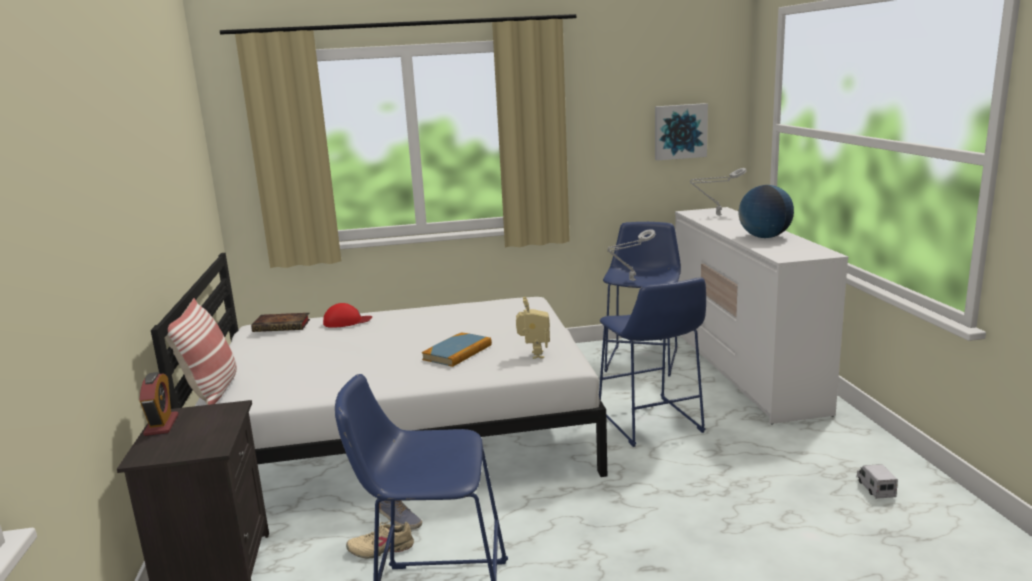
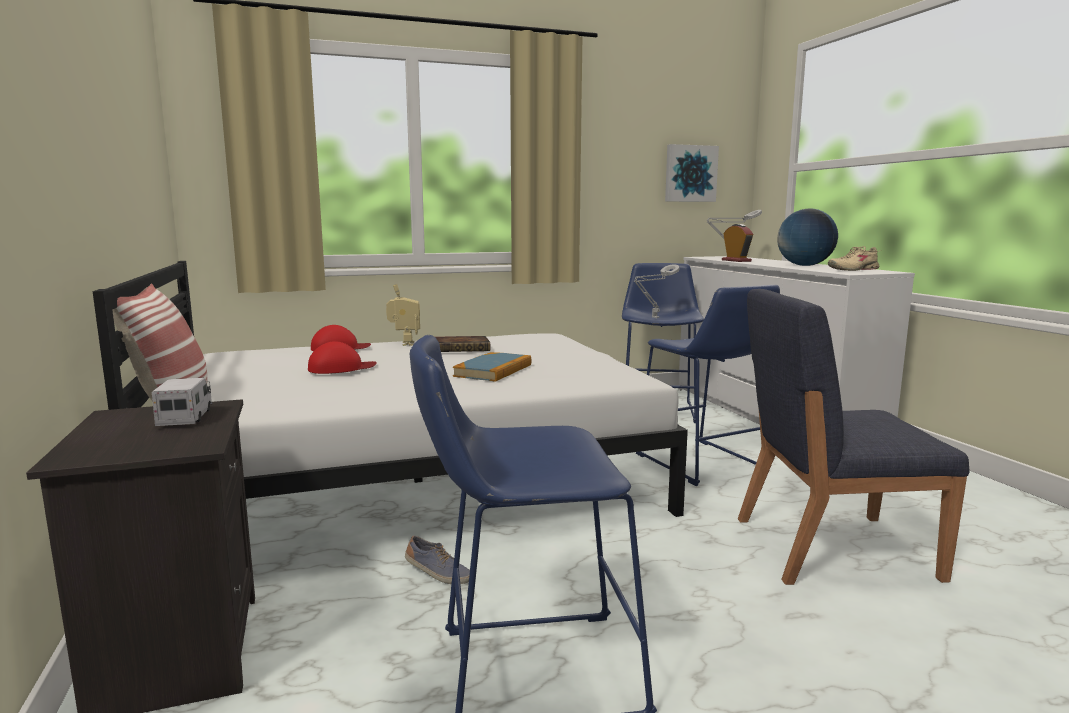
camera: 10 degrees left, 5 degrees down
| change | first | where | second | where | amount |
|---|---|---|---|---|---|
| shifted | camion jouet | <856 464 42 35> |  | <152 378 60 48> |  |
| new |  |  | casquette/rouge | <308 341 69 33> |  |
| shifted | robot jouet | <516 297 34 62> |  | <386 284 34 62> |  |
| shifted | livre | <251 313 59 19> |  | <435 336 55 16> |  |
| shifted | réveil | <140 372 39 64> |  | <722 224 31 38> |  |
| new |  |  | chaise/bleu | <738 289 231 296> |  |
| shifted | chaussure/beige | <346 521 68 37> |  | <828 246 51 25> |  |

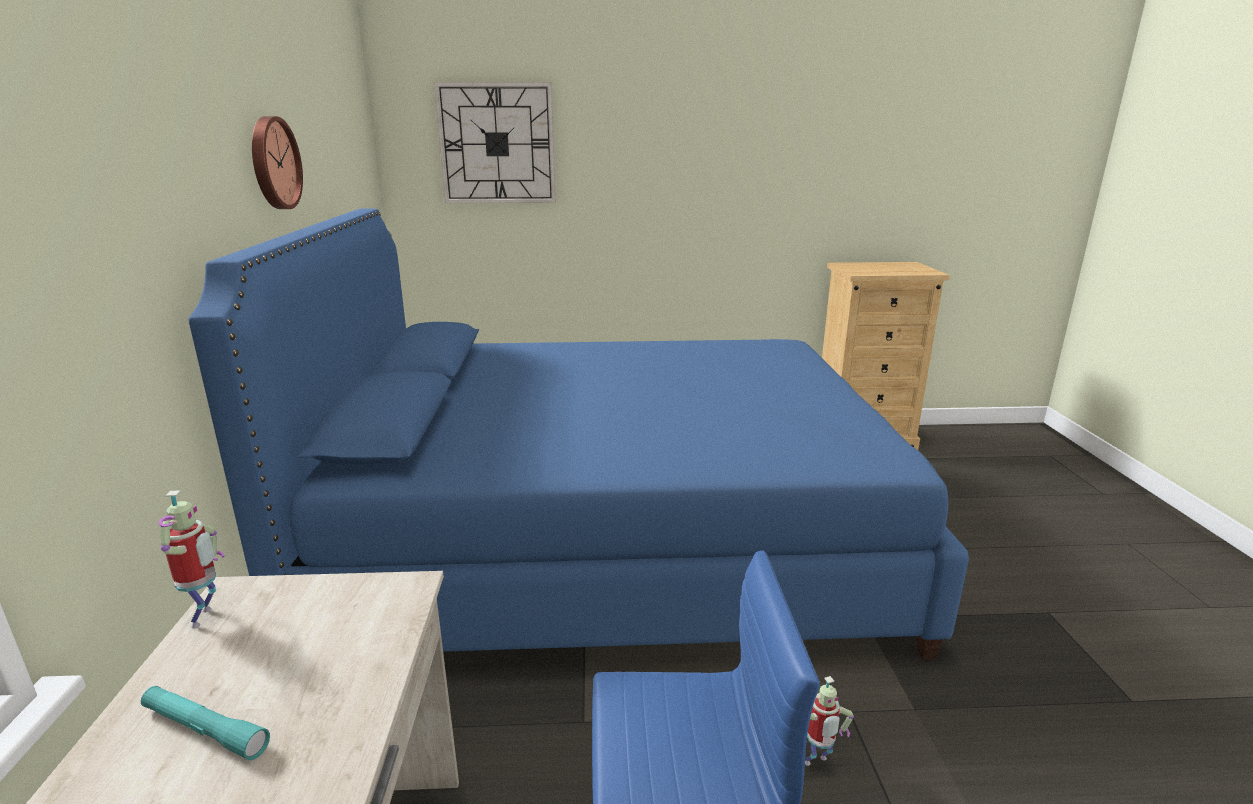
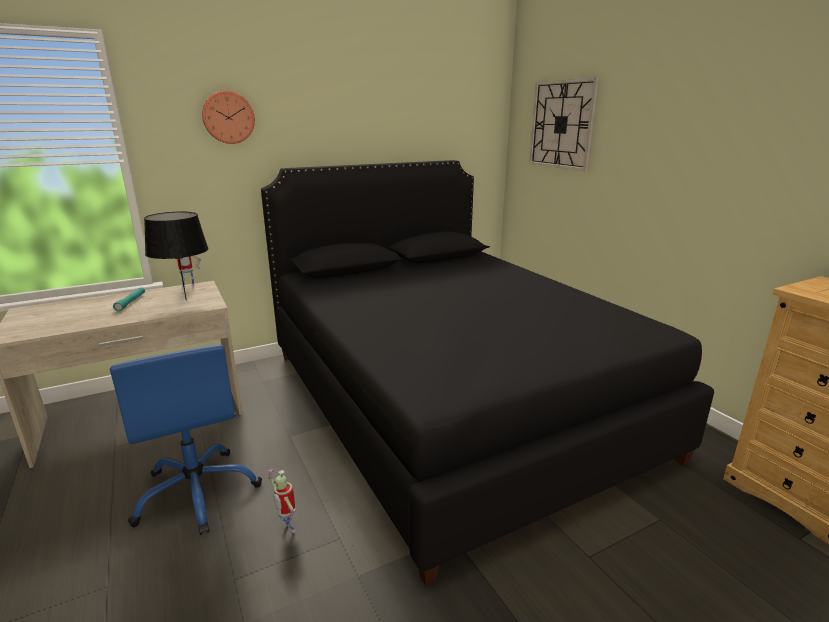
camera: 65 degrees right, 0 degrees up
| change | first | where | second | where | amount |
|---|---|---|---|---|---|
| new |  |  | lampe de table/noir | <144 212 65 89> |  |
| shifted | horloge murale | <252 116 51 93> |  | <202 91 53 53> |  |
| repainted | lit/bleu | <189 208 780 452> | lit/noir | <261 160 453 426> |  |

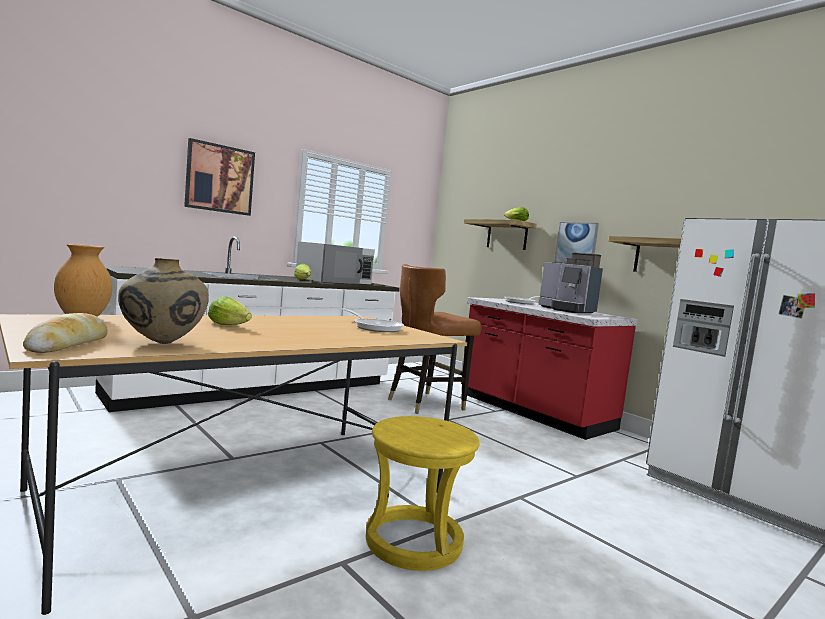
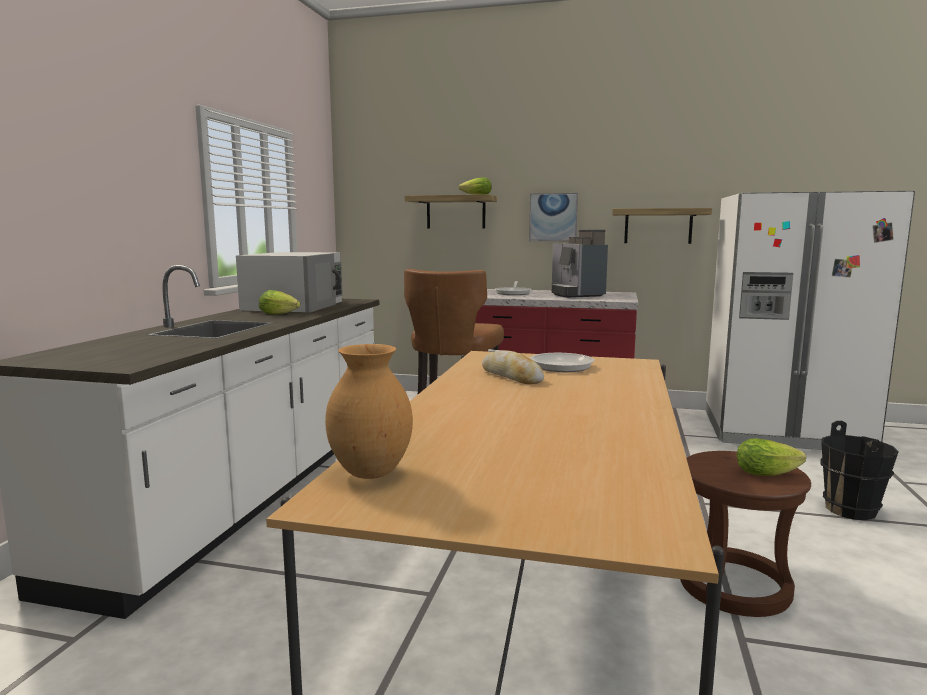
camera: 35 degrees left, 5 degrees up
| change | first | where | second | where | amount |
|---|---|---|---|---|---|
| shifted | pain | <23 313 85 40> |  | <482 350 62 34> |  |
| rotated | machine à café | <539 252 64 61> |  | <552 230 56 68> | 60 degrees clockwise |
| repainted | tabouret/jaune | <366 416 114 155> | tabouret/marron | <680 451 131 166> |  |
| shifted | laitue | <208 296 44 29> |  | <737 438 69 38> |  |
| new |  |  | seau/noir | <820 421 79 99> |  |
| gone | vase/beige | <118 258 91 86> |  |  |  |
| gone | tableau | <184 138 71 78> |  |  |  |

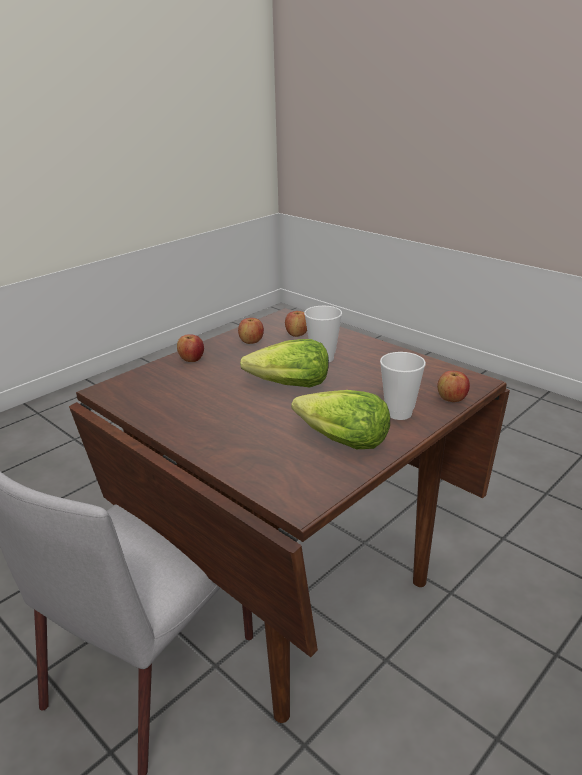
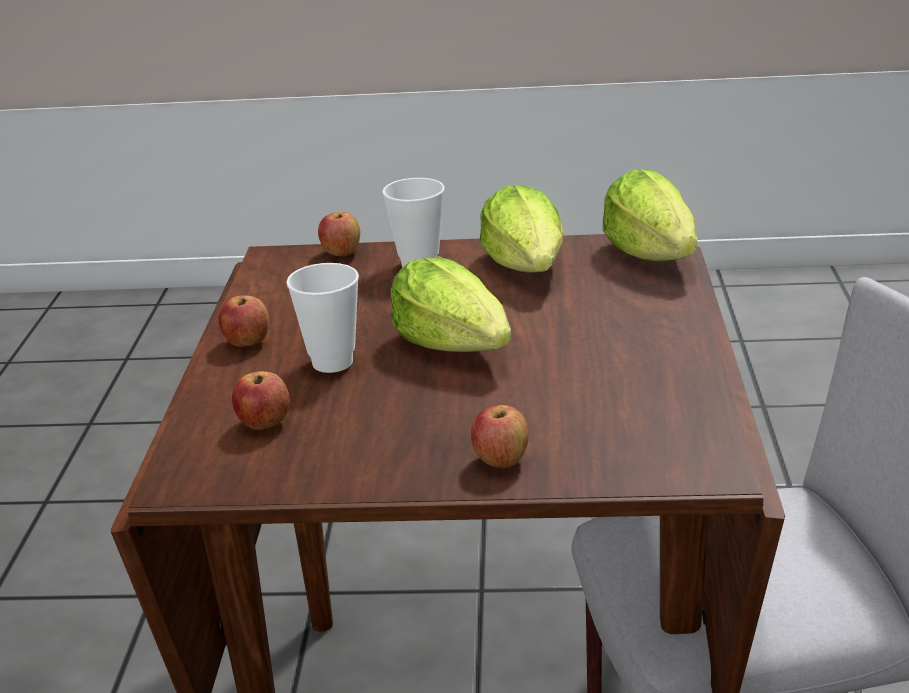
camera: 130 degrees left, 0 degrees up
| change | first | where | second | where | amount |
|---|---|---|---|---|---|
| shifted | pomme | <238 318 26 26> |  | <219 295 50 52> |  |
| new |  |  | laitue | <603 169 94 92> |  |

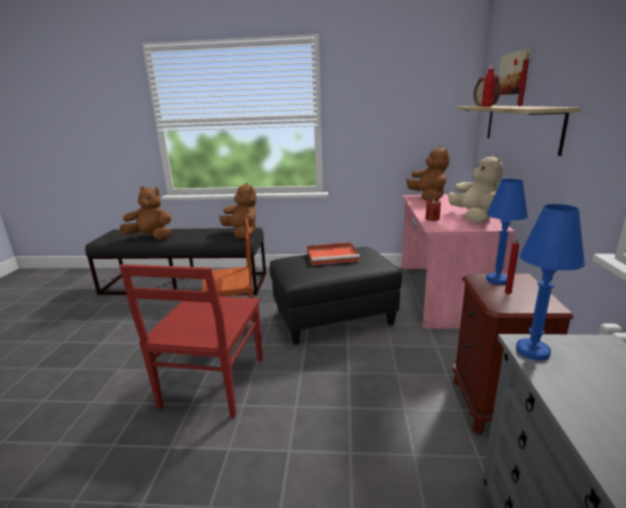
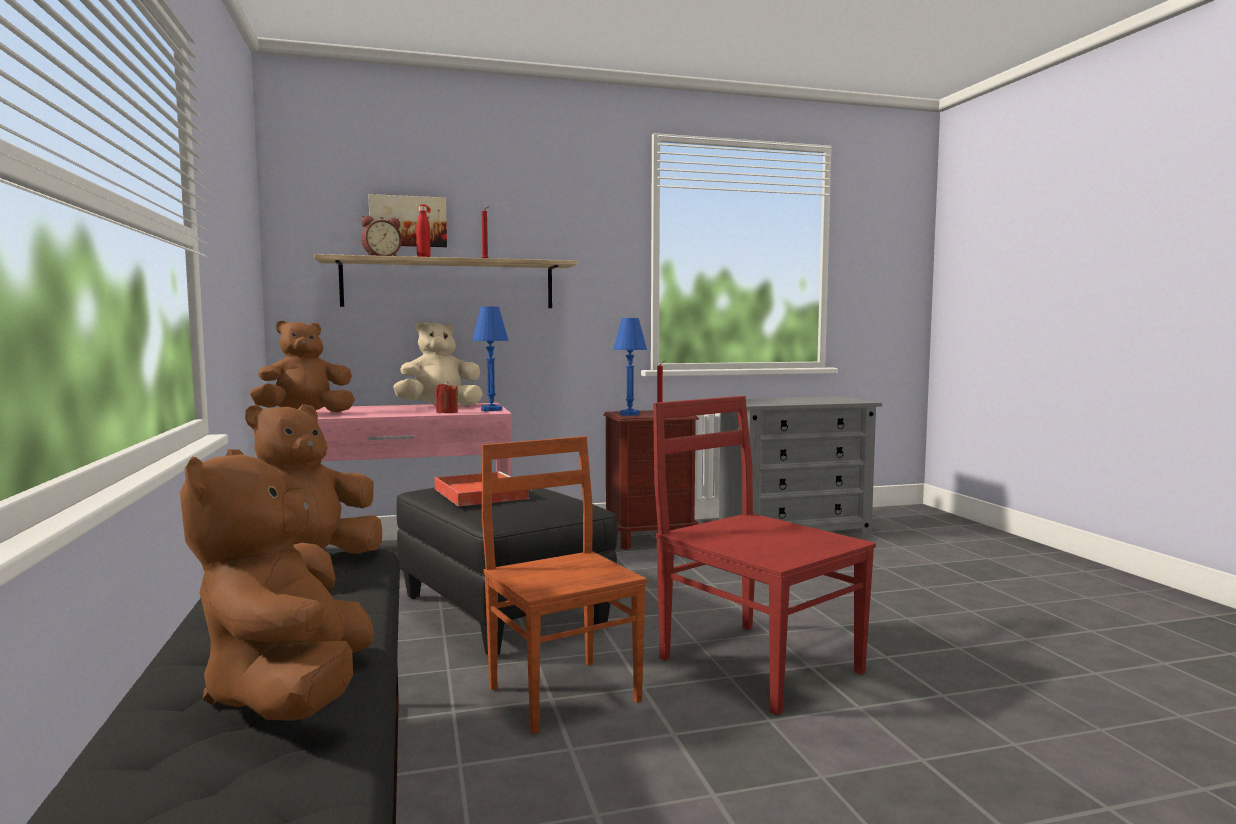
camera: 110 degrees left, 15 degrees down
| change | first | where | second | where | amount |
|---|---|---|---|---|---|
| shifted | lampe de table/bleu | <516 204 69 157> |  | <472 307 37 104> |  |
| rotated | chaise/rouge | <119 264 144 154> |  | <653 396 223 319> | 120 degrees counterclockwise |

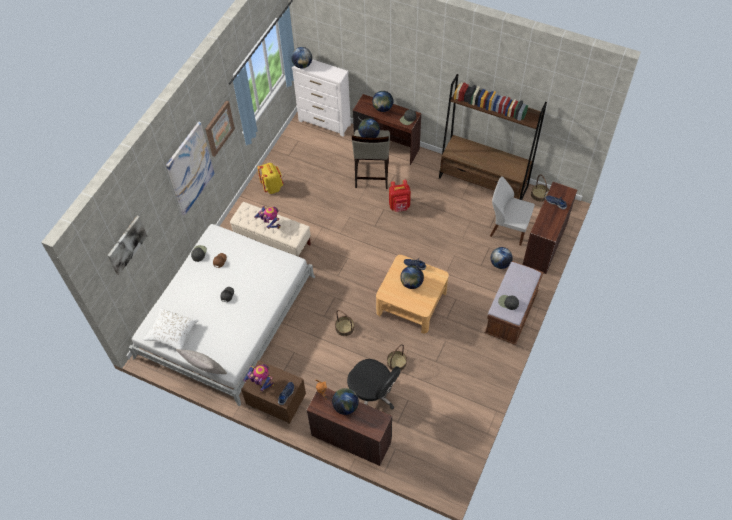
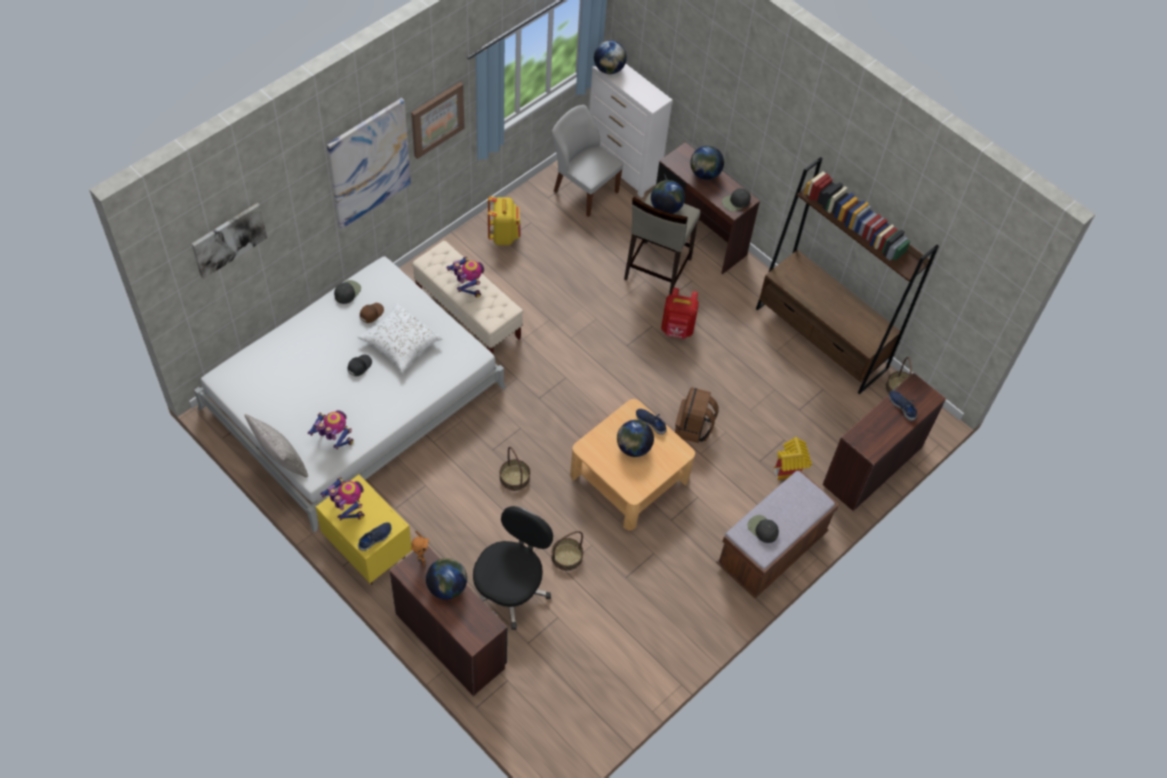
camera: 15 degrees right, 0 degrees up
| change | first | where | second | where | amount |
|---|---|---|---|---|---|
| new |  |  | robot jouet | <308 410 45 39> |  |
| repainted | table de chevet/marron | <241 360 65 64> | table de chevet/jaune | <316 474 96 111> |  |
| shifted | coussin/blanc | <143 308 56 42> |  | <358 303 85 70> |  |
| rotated | chaise de bureau/noir | <347 359 54 51> |  | <473 506 80 124> | 120 degrees counterclockwise |
| shifted | chaise/blanc | <490 176 45 70> |  | <552 105 72 112> |  |
| new |  |  | sac à dos/marron | <675 387 44 56> |  |
| swapped | globe | <491 247 22 22> | maison miniature | <774 437 38 43> |  |

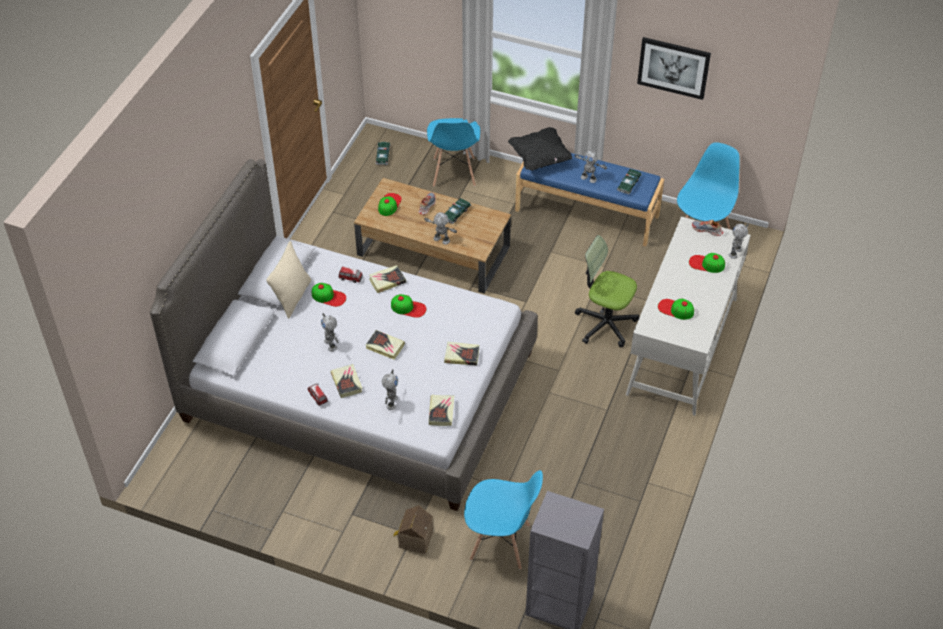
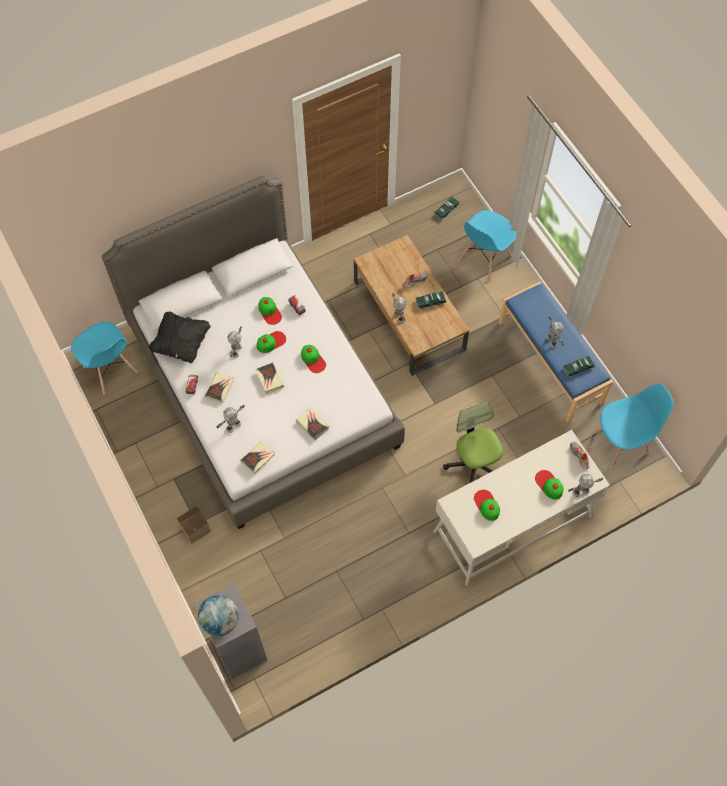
camera: 40 degrees right, 15 degrees up
| change | first | where | second | where | amount |
|---|---|---|---|---|---|
| shifted | chaise/bleu | <464 470 79 99> |  | <71 322 67 73> |  |
| shifted | coussin/noir | <508 127 64 44> |  | <149 311 62 52> |  |
| new |  |  | globe | <198 595 41 41> |  |
| shifted | casquette | <378 193 24 23> |  | <257 331 29 22> |  |
| gone | coussin/beige | <266 241 45 78> |  |  |  |
| gone | livre | <369 265 37 28> |  |  |  |
| gone | tableau | <637 37 74 63> |  |  |  |

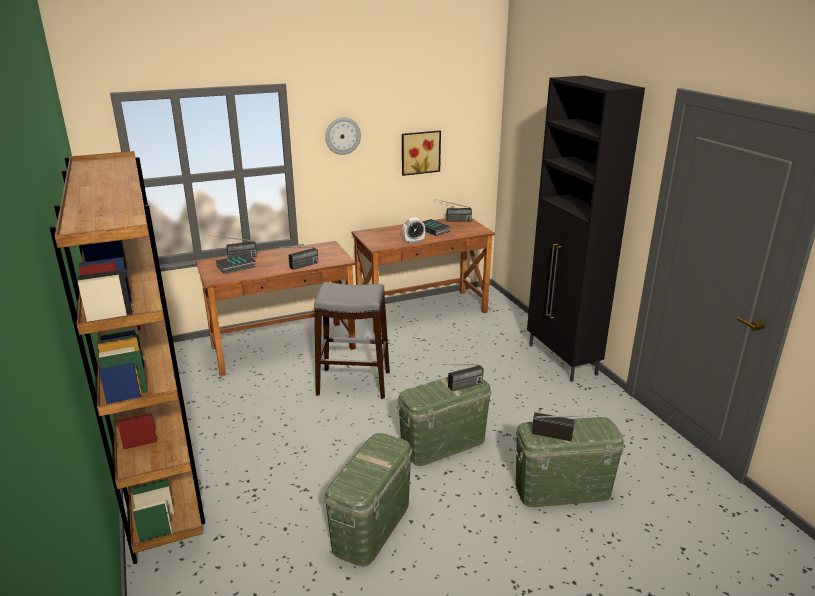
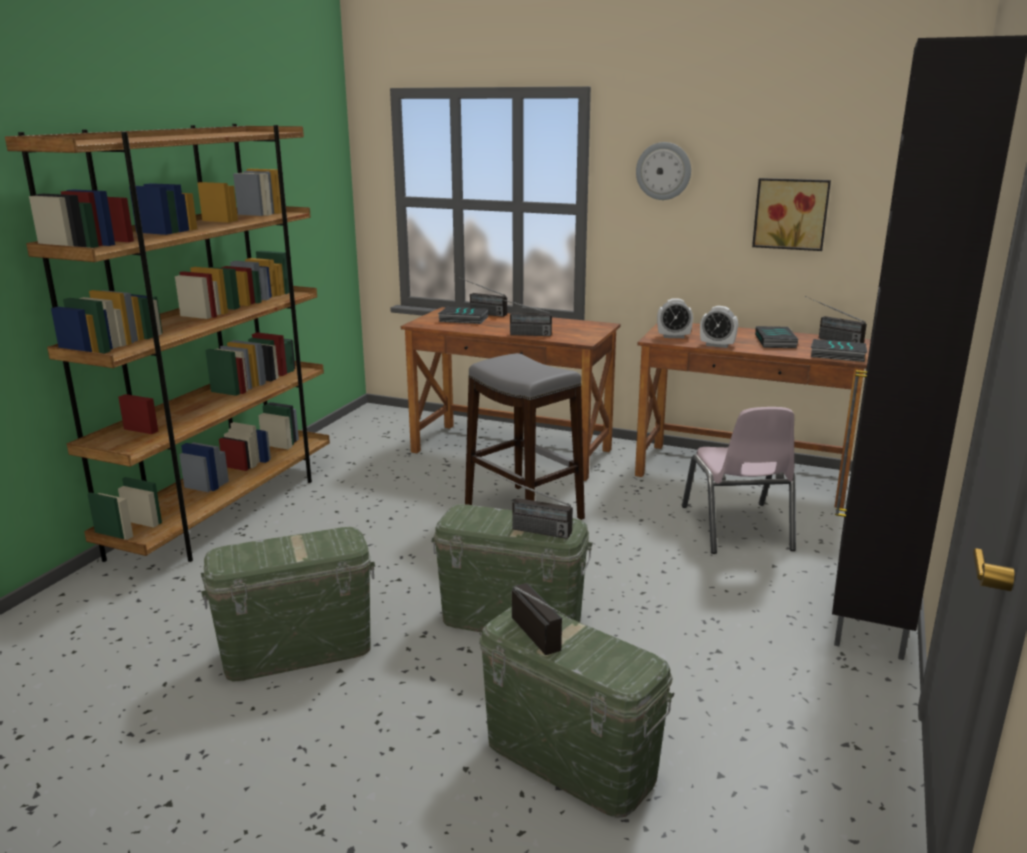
camera: 45 degrees right, 5 degrees down
| change | first | where | second | where | amount |
|---|---|---|---|---|---|
| new |  |  | réveil | <657 298 36 40> |  |
| new |  |  | chaise/rose | <682 407 114 147> |  |
| new |  |  | livre | <811 339 56 23> |  |

